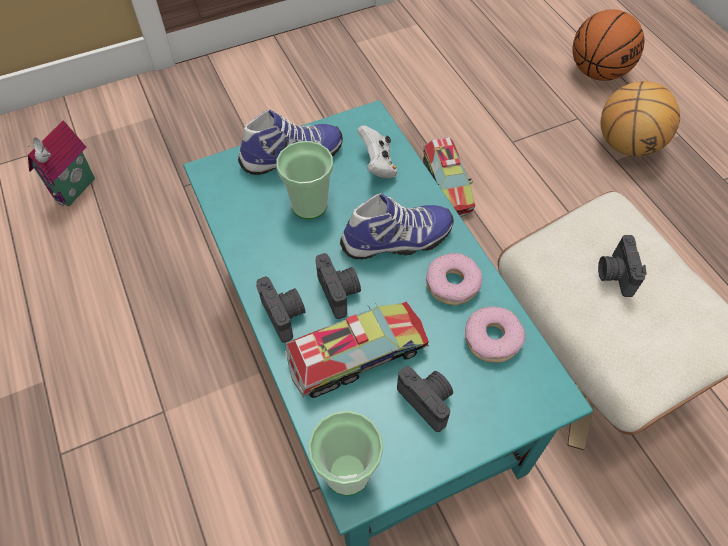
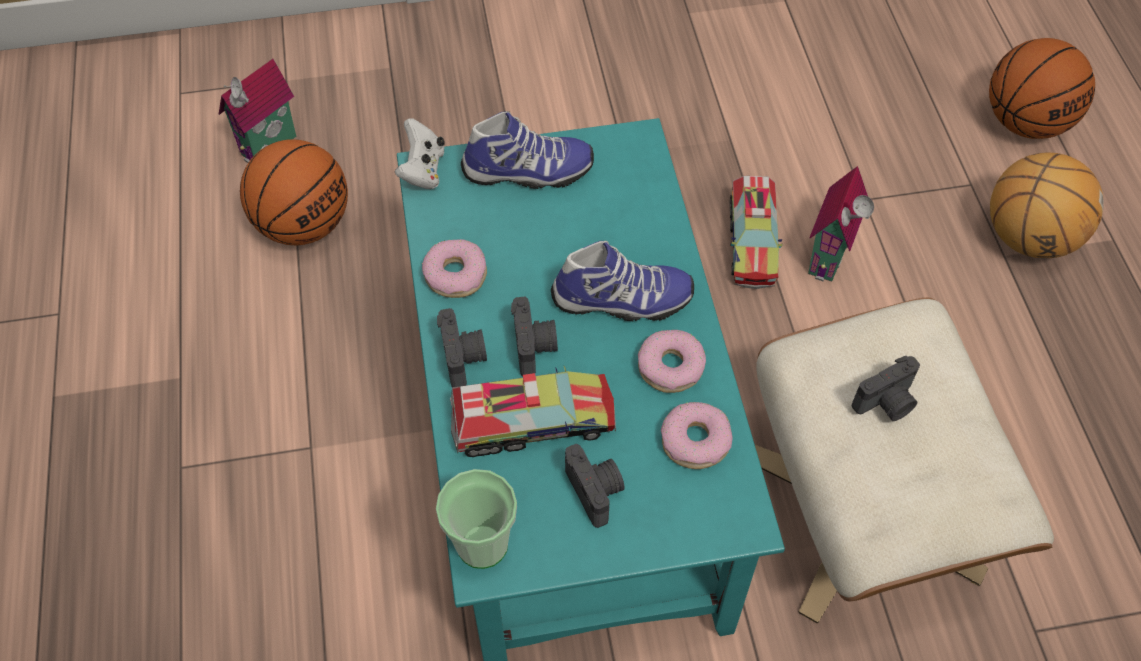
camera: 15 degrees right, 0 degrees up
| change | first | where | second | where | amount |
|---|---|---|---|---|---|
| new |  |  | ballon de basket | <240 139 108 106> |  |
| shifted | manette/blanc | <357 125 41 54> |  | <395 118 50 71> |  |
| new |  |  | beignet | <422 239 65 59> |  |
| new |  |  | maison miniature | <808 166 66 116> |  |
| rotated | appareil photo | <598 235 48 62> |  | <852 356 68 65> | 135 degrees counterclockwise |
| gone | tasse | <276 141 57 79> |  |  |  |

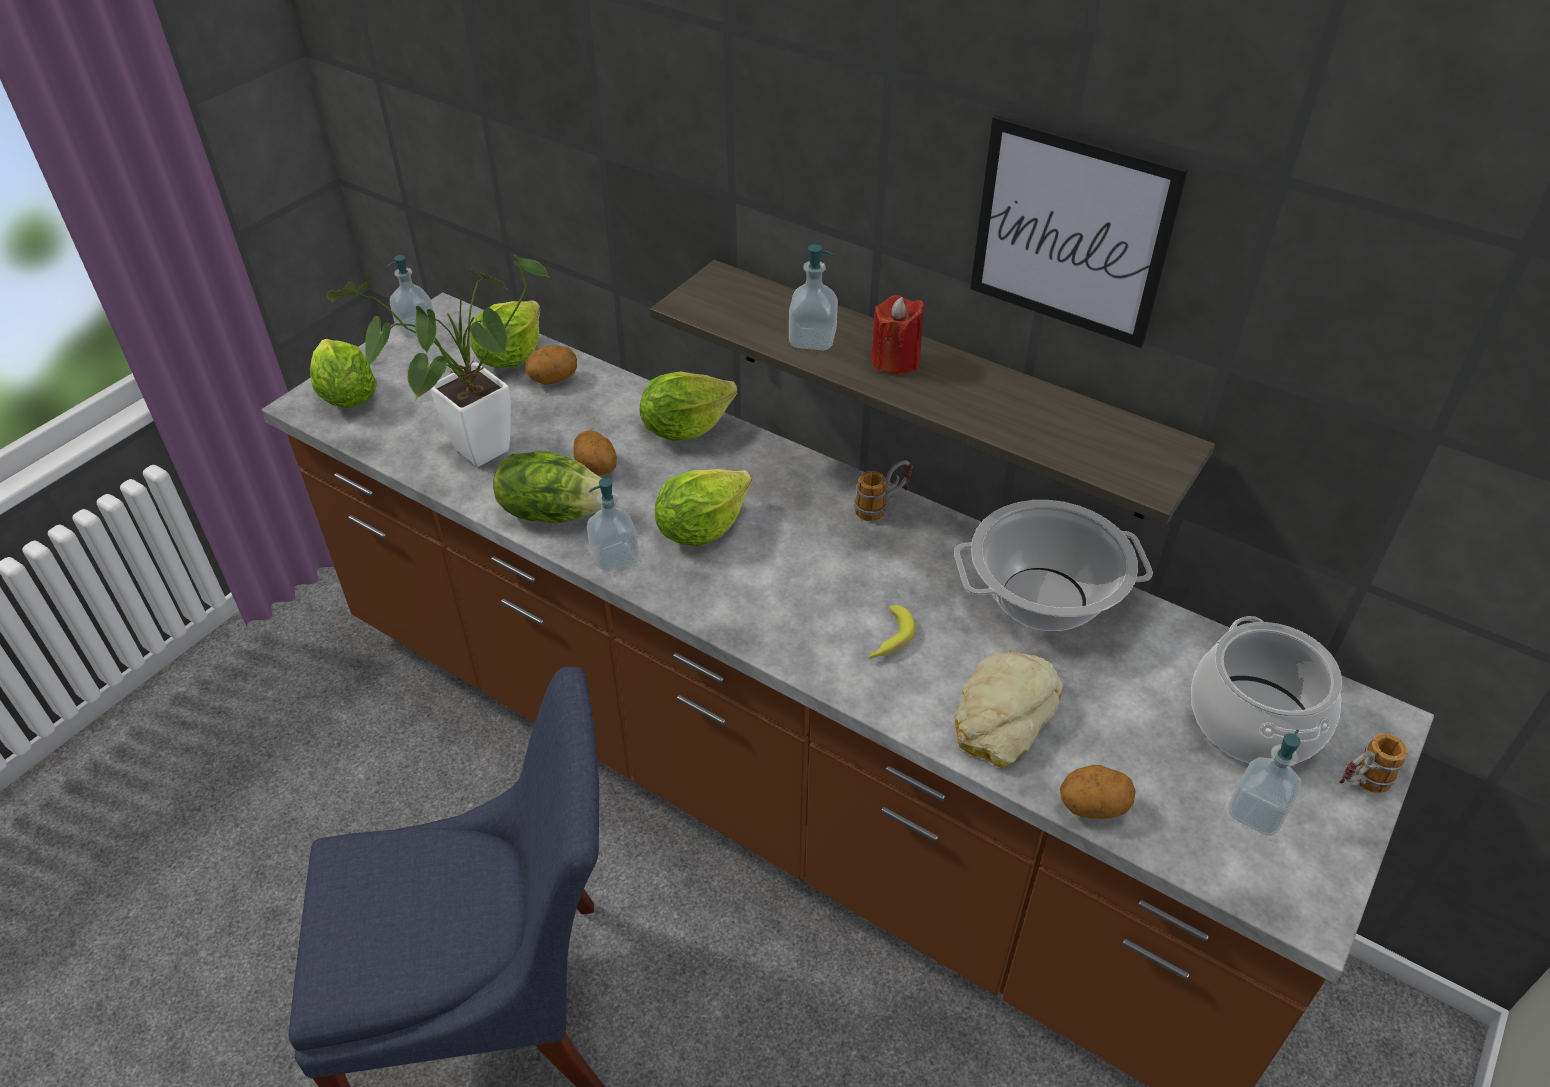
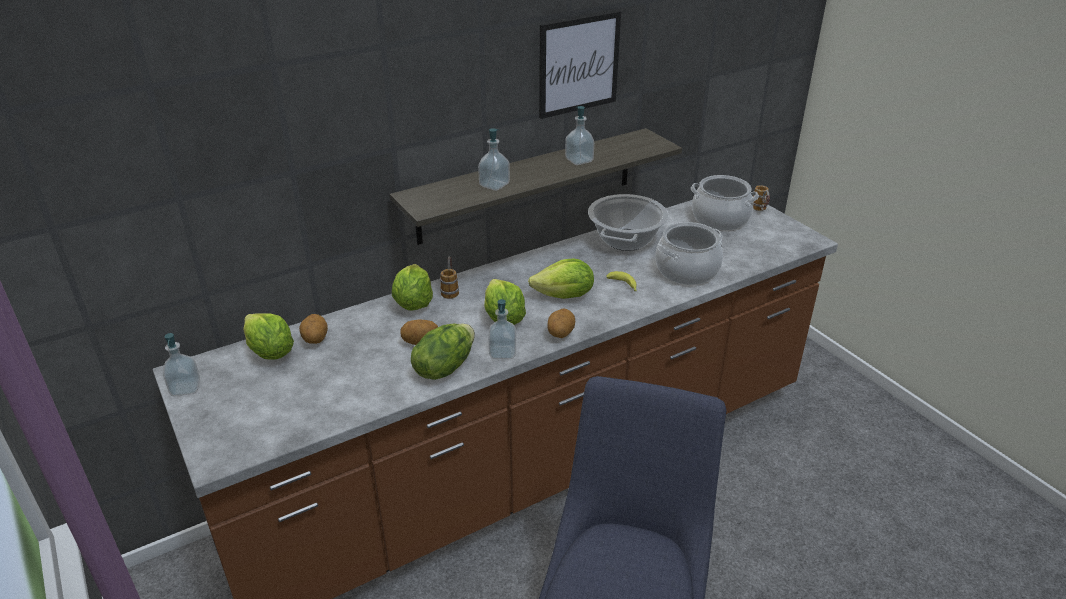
camera: 65 degrees left, 10 degrees down
| change | first | where | second | where | amount |
|---|---|---|---|---|---|
| shifted | mug | <855 460 58 62> |  | <440 256 19 43> |  |
| shifted | laitue | <310 339 67 69> |  | <528 258 66 41> |  |
| shifted | pomme de terre | <1060 765 76 54> |  | <547 309 28 29> |  |
| shifted | distributeur de savon | <1229 730 72 106> |  | <565 106 29 59> |  |
| swapped | pain | <954 650 109 118> | marmite | <655 222 68 63> |  |
| gone | plante en pot | <327 254 224 213> |  |  |  |
| gone | bougie/rouge | <871 295 54 79> |  |  |  |

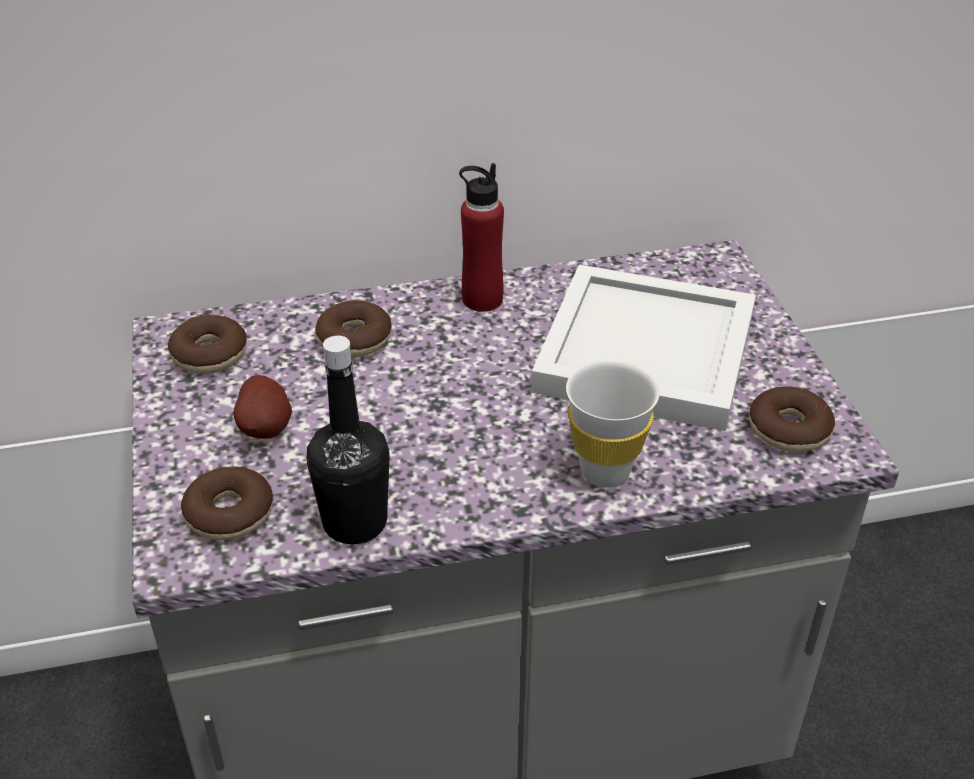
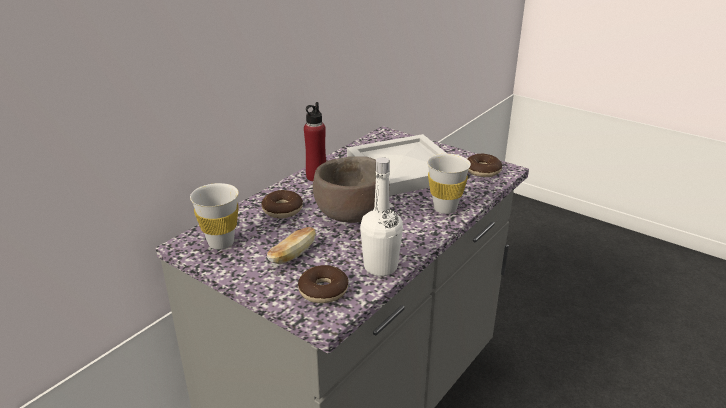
camera: 40 degrees left, 10 degrees down
| change | first | where | second | where | amount |
|---|---|---|---|---|---|
| swapped | beignet | <168 315 79 59> | tasse/blanc | <190 183 49 67> |  |
| swapped | pomme de terre | <233 375 59 64> | pain | <267 227 49 37> |  |
| new |  |  | bol/marron | <313 156 77 67> |  |
| repainted | bouteille/noir | <307 336 83 208> | bouteille/blanc | <360 157 43 119> |  |

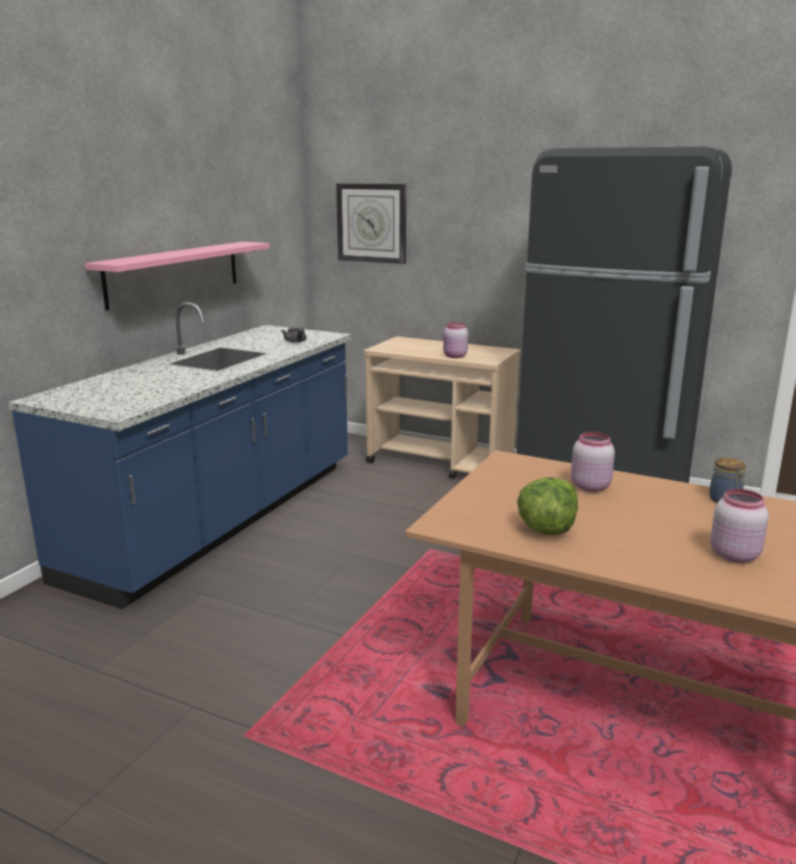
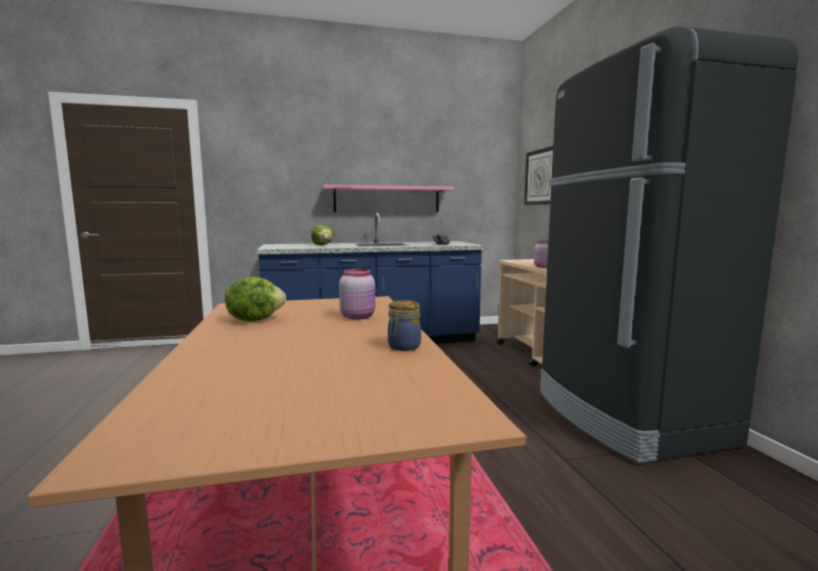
camera: 50 degrees right, 10 degrees down
| change | first | where | second | where | amount |
|---|---|---|---|---|---|
| new |  |  | laitue | <311 224 23 21> |  |
| gone | bocal/rose | <710 489 59 74> |  |  |  |

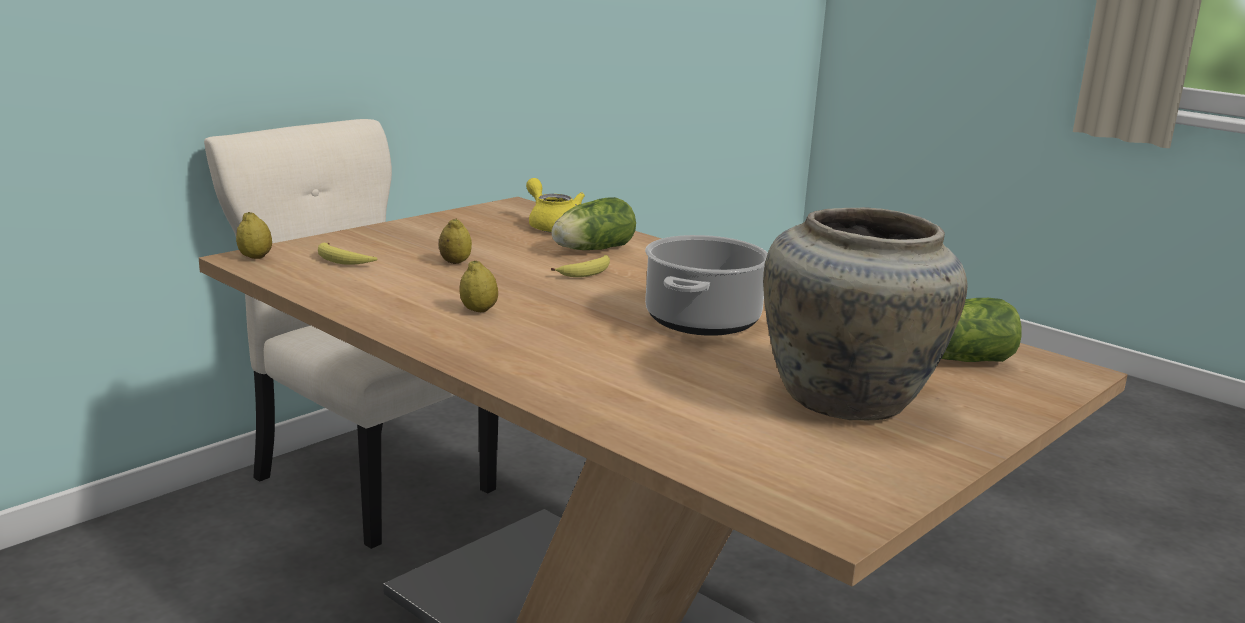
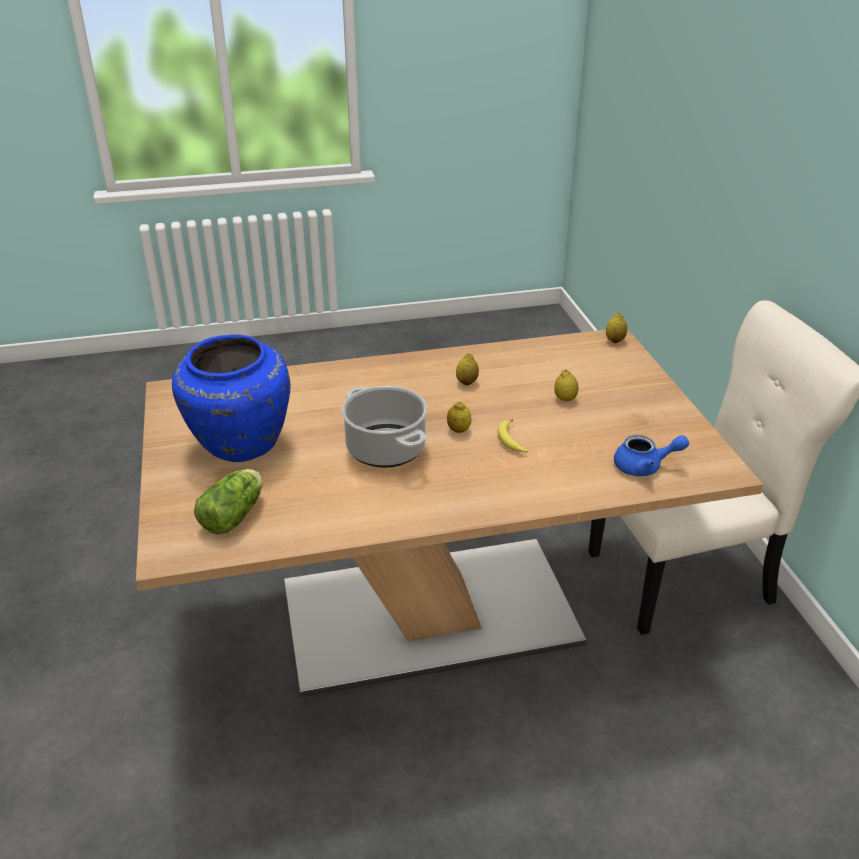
camera: 125 degrees right, 15 degrees up
| change | first | where | second | where | amount |
|---|---|---|---|---|---|
| repainted | vase/beige | <763 207 204 213> | vase/bleu | <172 334 118 128> |  |
| new |  |  | citron | <447 402 24 31> |  |
| repainted | théière/jaune | <526 178 59 54> | théière/bleu | <614 435 75 41> |  |
| gone | banane | <318 242 59 23> |  |  |  |
| gone | laitue | <551 197 85 53> |  |  |  |

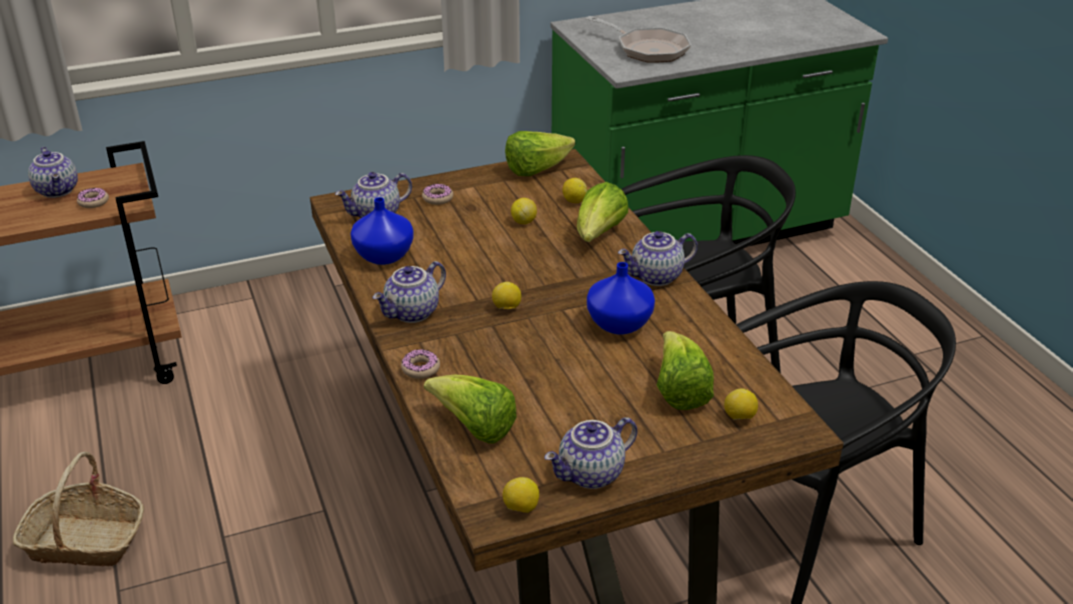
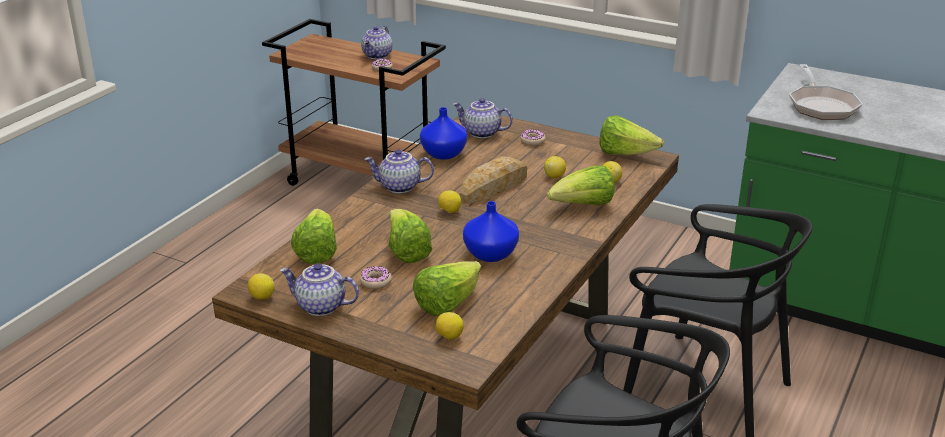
camera: 50 degrees right, 5 degrees down
| change | first | where | second | where | amount |
|---|---|---|---|---|---|
| shifted | beignet | <401 349 39 30> |  | <360 266 32 23> |  |
| new |  |  | laitue | <388 209 44 54> |  |
| new |  |  | pain | <460 156 67 48> |  |
| gone | panier | <13 452 131 114> |  |  |  |
| gone | théière | <618 231 80 55> |  |  |  |

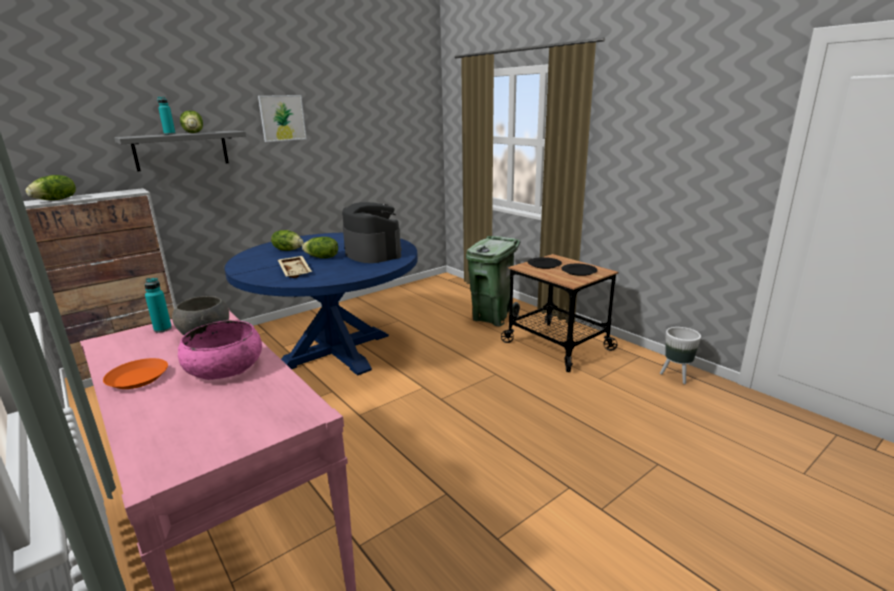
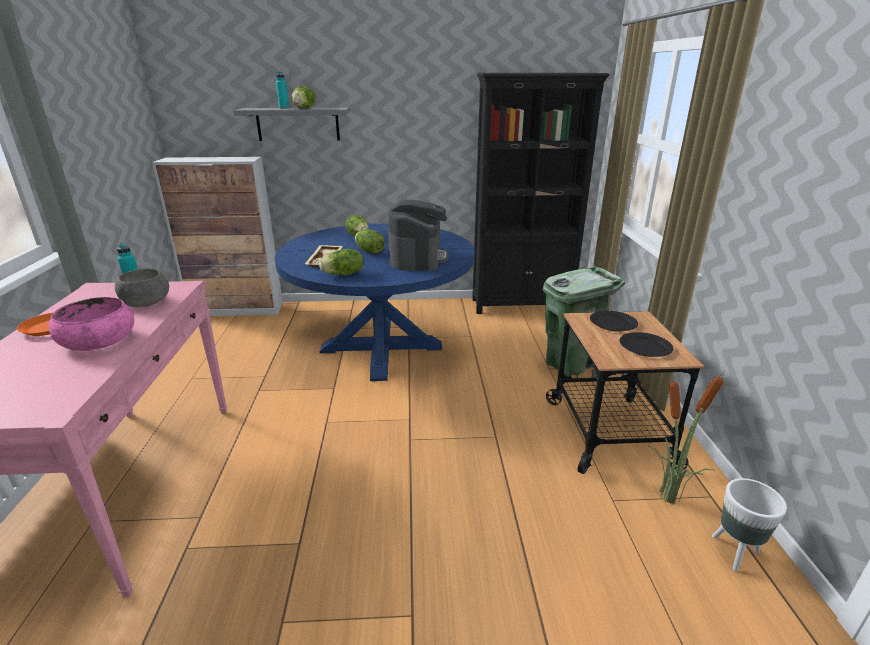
camera: 35 degrees right, 5 degrees up
| change | first | where | second | where | amount |
|---|---|---|---|---|---|
| shifted | laitue | <25 175 51 25> |  | <319 249 44 26> |  |
| new |  |  | bibliothèque/noir | <472 73 137 241> |  |
| new |  |  | plante en pot | <647 371 77 133> |  |
| gone | tableau | <258 95 48 47> |  |  |  |

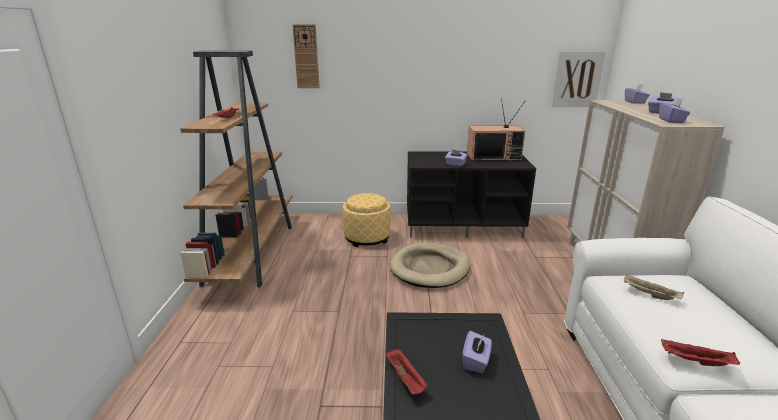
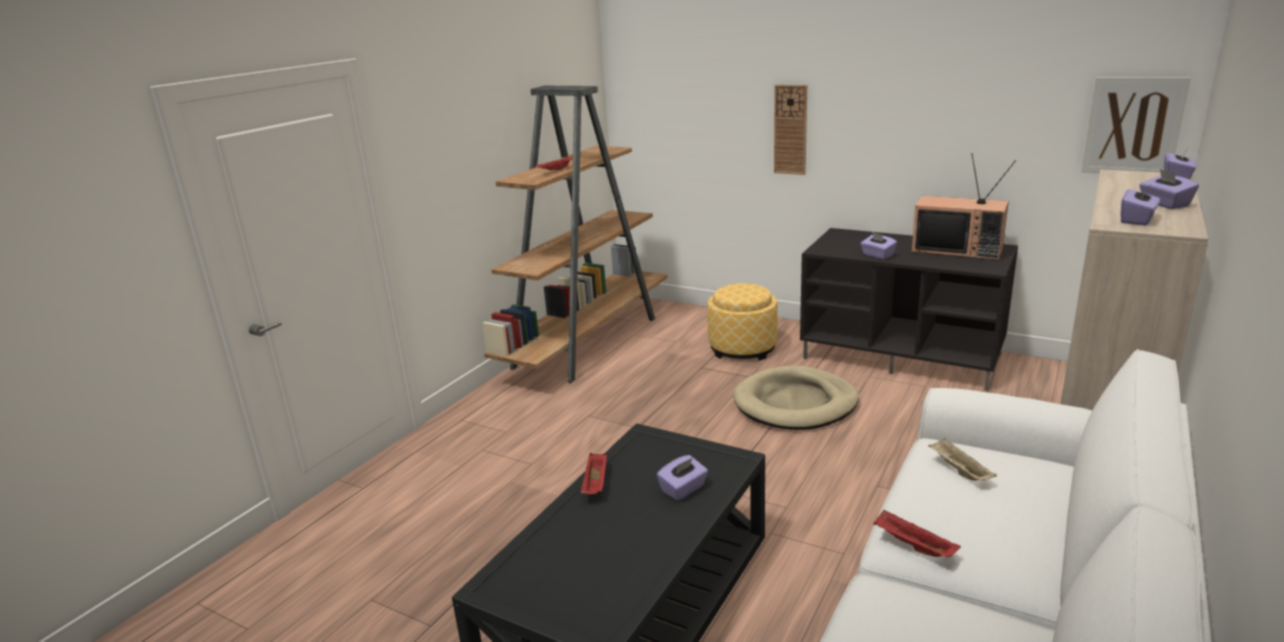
camera: 30 degrees right, 0 degrees up
| change | first | where | second | where | amount |
|---|---|---|---|---|---|
| shifted | horloge murale | <292 24 28 64> |  | <774 85 33 90> |  |

